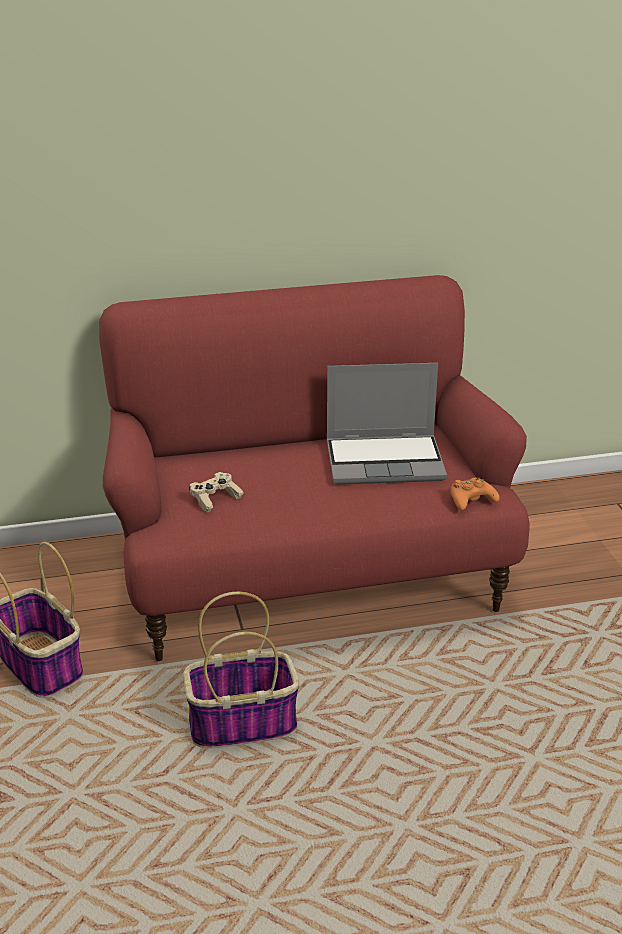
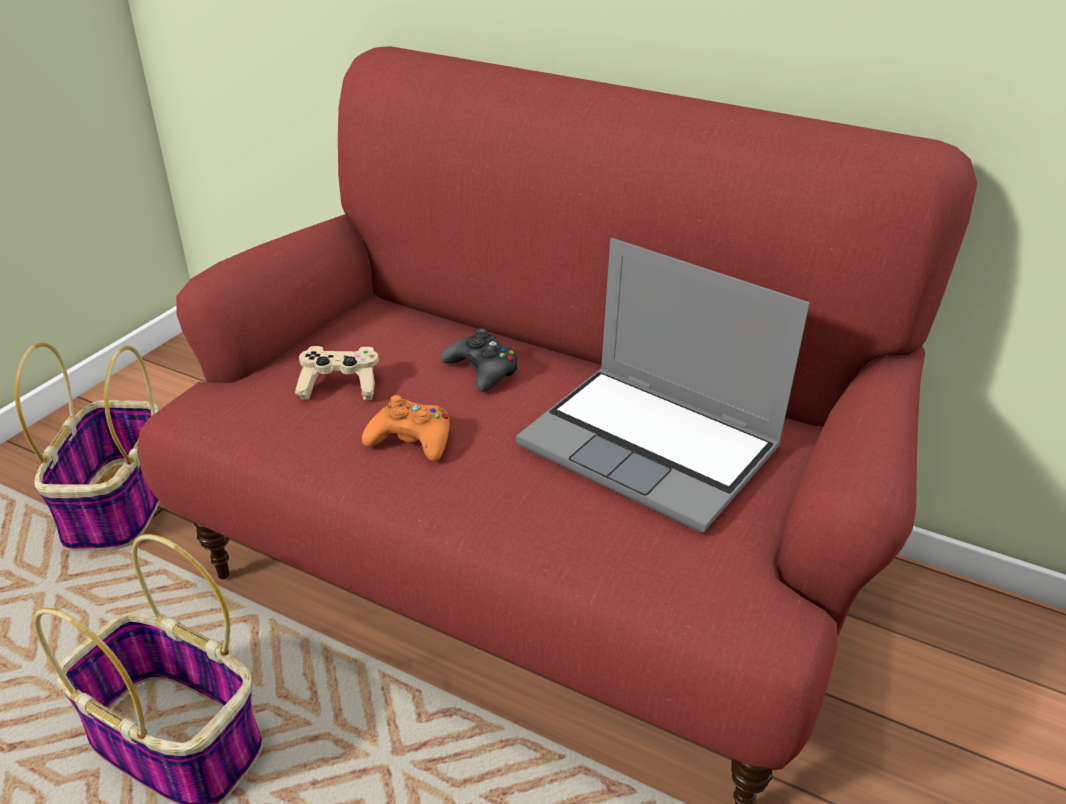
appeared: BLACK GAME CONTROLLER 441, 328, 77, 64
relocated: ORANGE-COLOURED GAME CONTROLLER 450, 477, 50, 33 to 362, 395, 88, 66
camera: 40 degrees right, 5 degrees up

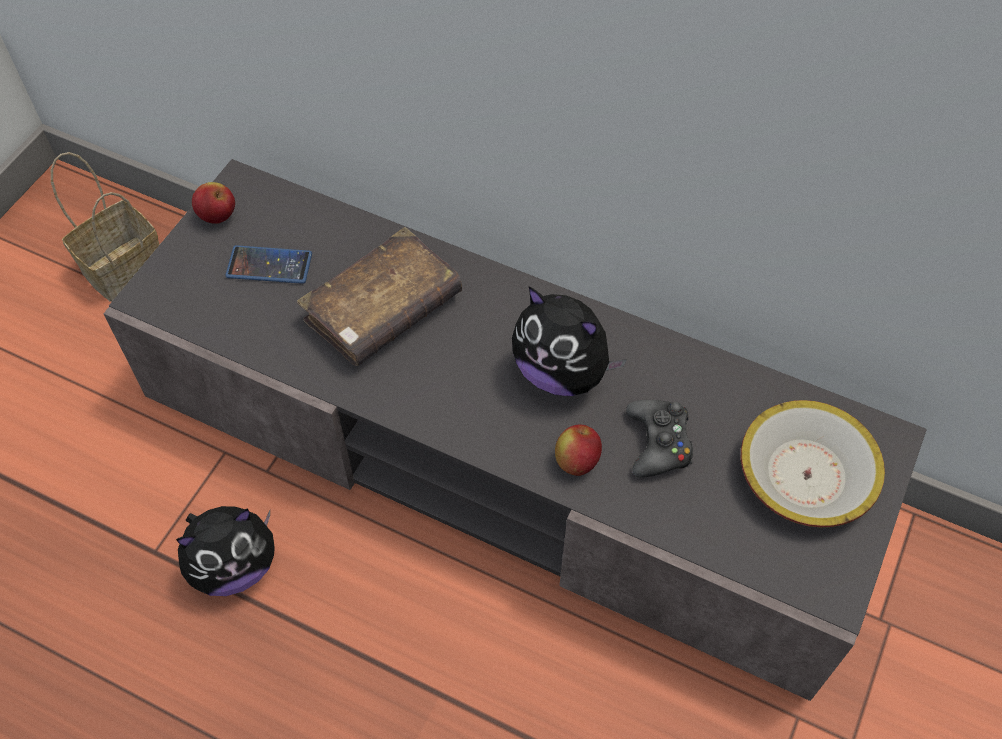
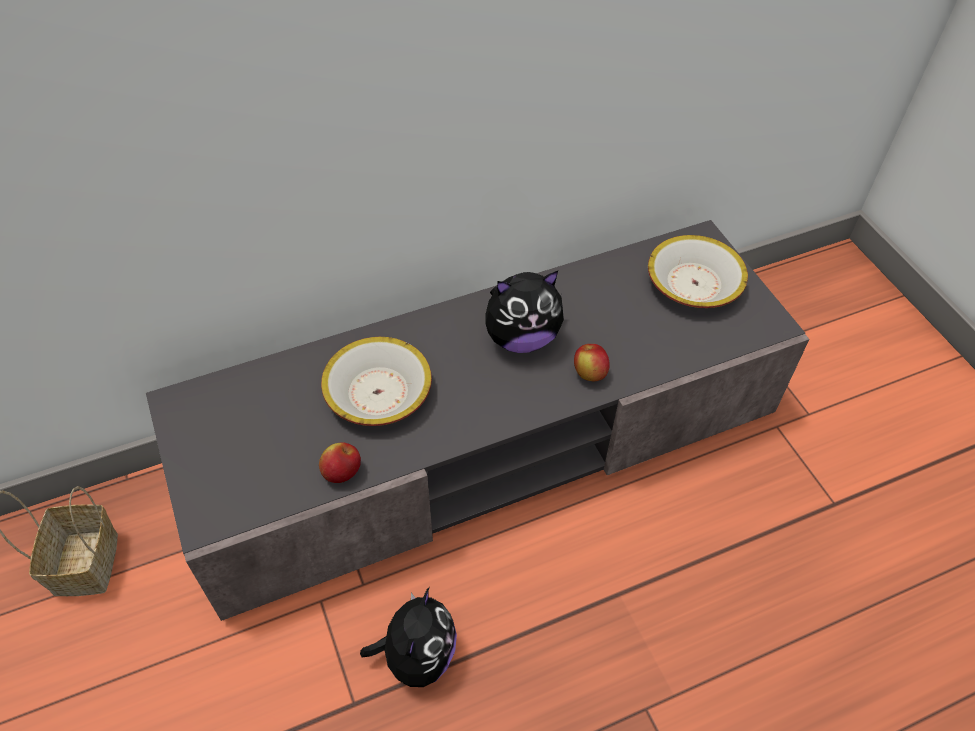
missing: PHONE 225, 245, 87, 39; BLACK GAME CONTROLLER 626, 400, 67, 78
relocated: WHOLE APPLE 192, 182, 43, 42 to 319, 442, 42, 41
exchanged: BROWNISH VOLUME 297, 227, 165, 139 to DEEP DISH 321, 337, 111, 89
camera: 50 degrees left, 5 degrees down

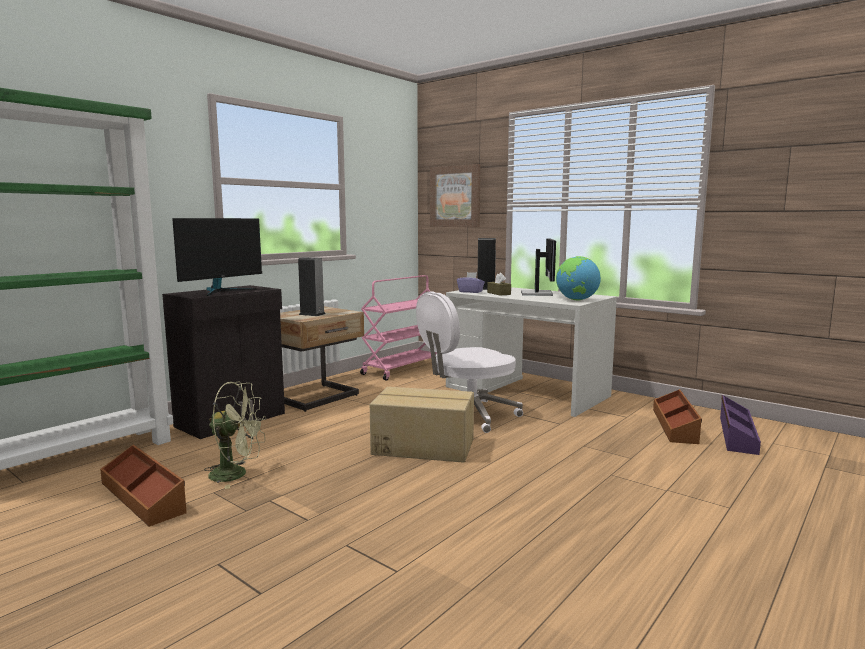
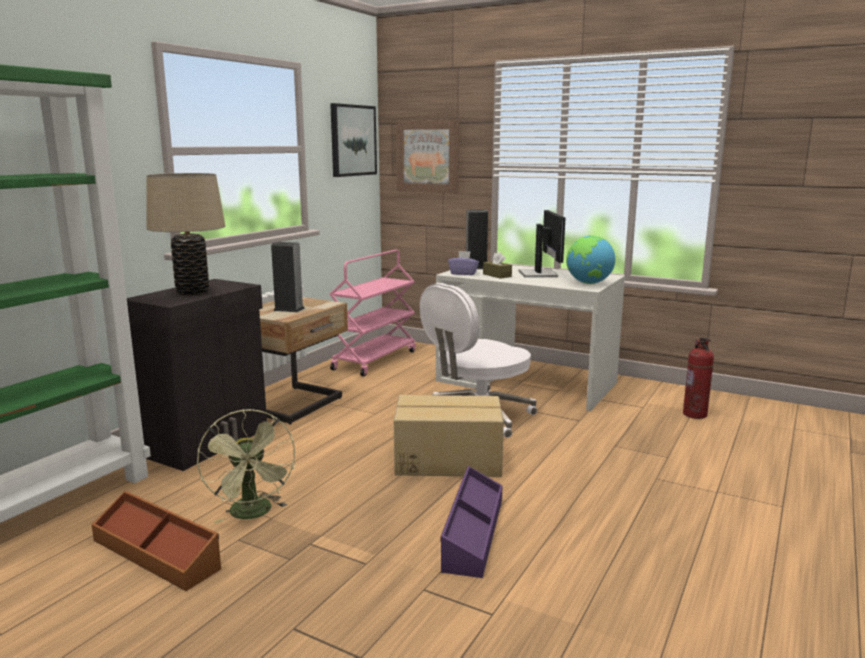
appeared: WALL ART 330, 103, 47, 74
relocated: PURPLE STORAGE CONTAINER 720, 395, 41, 60 to 440, 466, 62, 112
exchanged: COMPUTER SCREEN 172, 218, 90, 78 to SAND-COLOURED TABLE LAMP 146, 173, 79, 122; BROWNISH STORAGE CONTAINER 653, 389, 49, 55 to FIRE EXTINGUISHER 683, 338, 31, 81
spun: GREENISH ELECTRIC FAN 204, 382, 62, 107 = 197, 409, 98, 115 75 degrees clockwise
camera: 10 degrees left, 5 degrees up

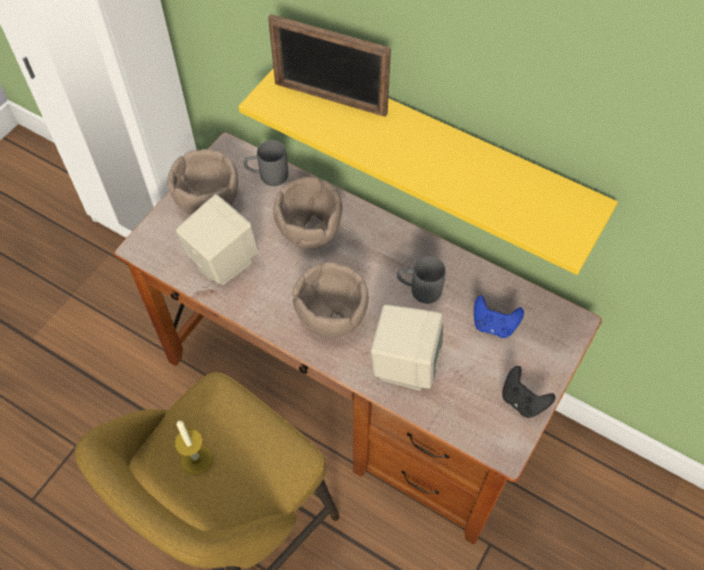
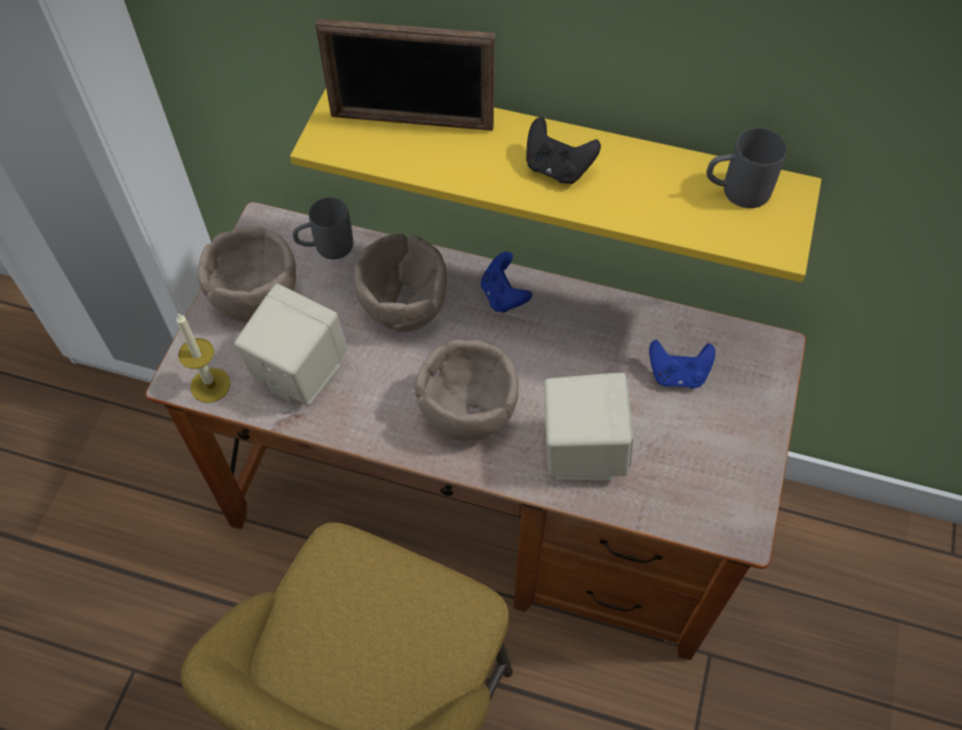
appeared: BLUE-COLOURED GAME CONTROLLER 481, 252, 51, 61
relocated: CANDLE 175, 421, 37, 54 to 176, 313, 55, 90; GRAY TEA MUG 397, 256, 49, 48 to 706, 128, 81, 80; BLACK GAME CONTROLLER 502, 366, 53, 52 to 526, 117, 75, 67
camera: 15 degrees left, 0 degrees up

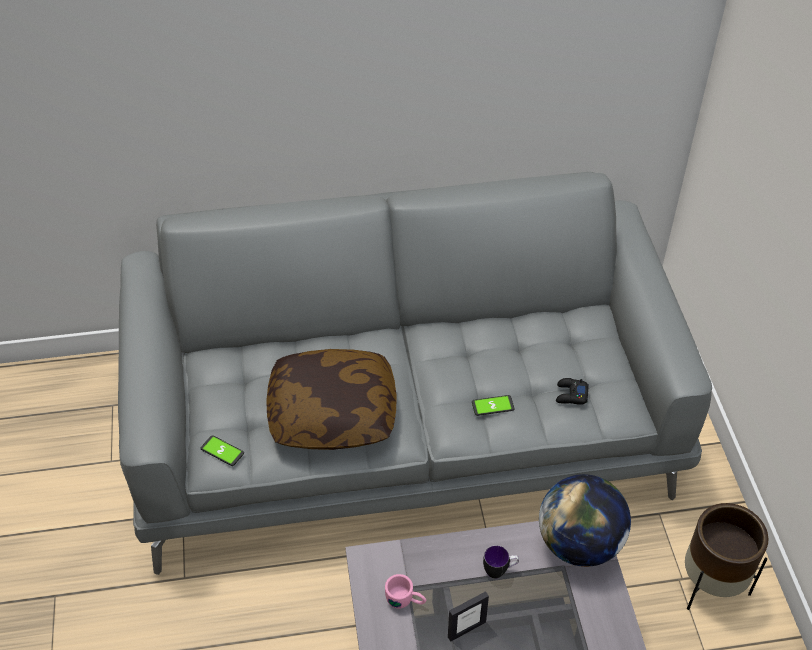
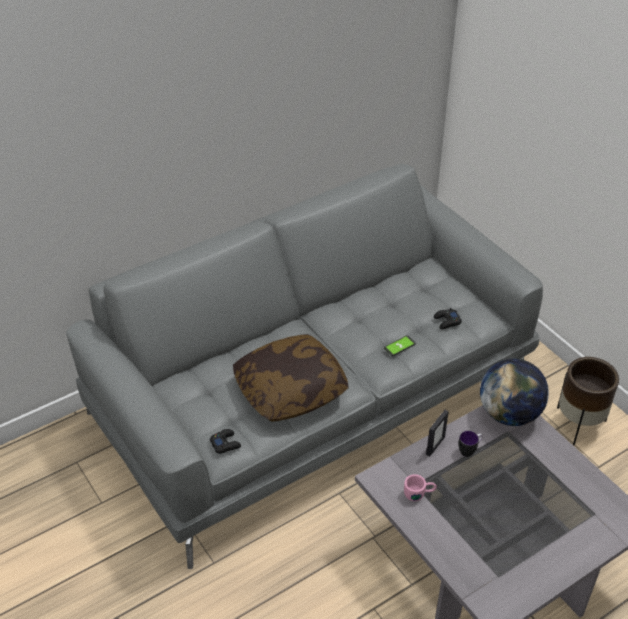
relocated: PICTURE FRAME 448, 591, 41, 51 to 426, 410, 23, 47
exchanged: PHONE 200, 435, 44, 31 to BLACK GAME CONTROLLER 210, 429, 31, 25
camera: 25 degrees left, 5 degrees down

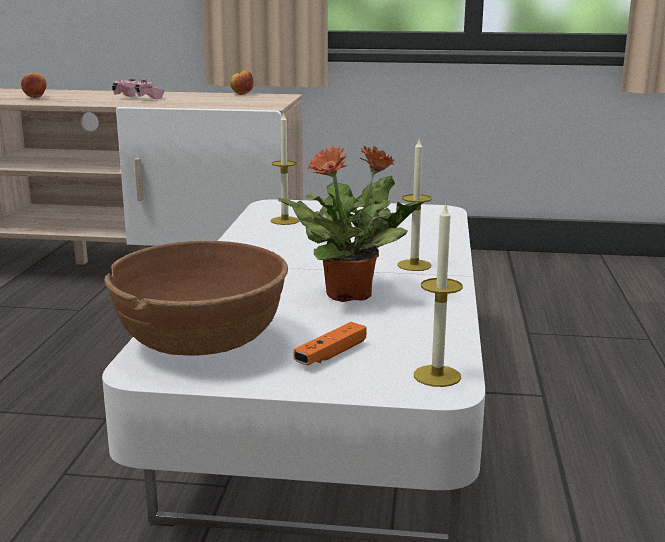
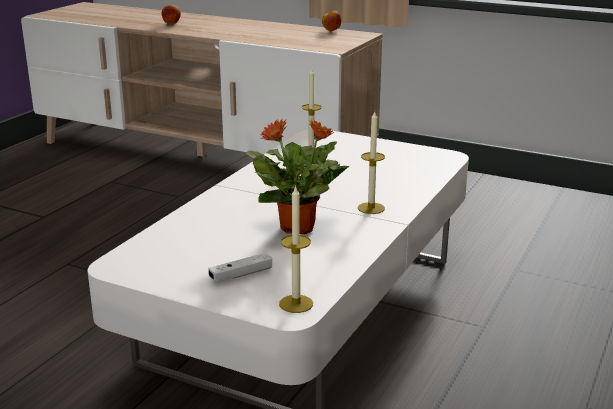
missing: BROWNISH DEEP DISH 104, 241, 184, 115; PINK-COLOURED GAME CONTROLLER 112, 78, 52, 21
colour: ORANGE-COLOURED GAME CONTROLLER 293, 322, 74, 43 to WHITISH GAME CONTROLLER 208, 253, 64, 28
camera: 20 degrees right, 5 degrees up

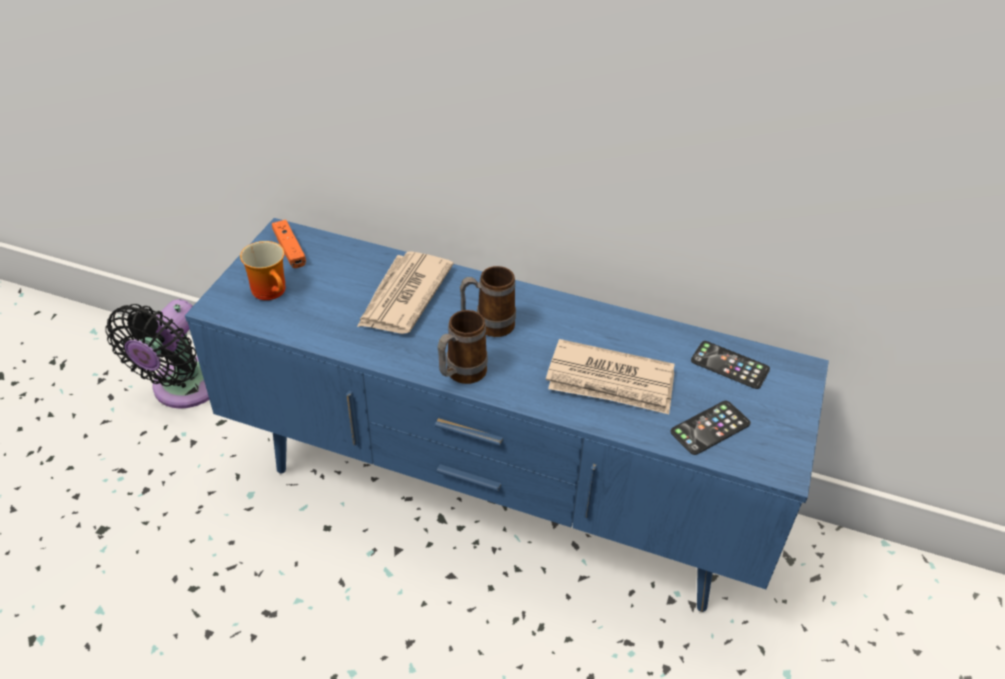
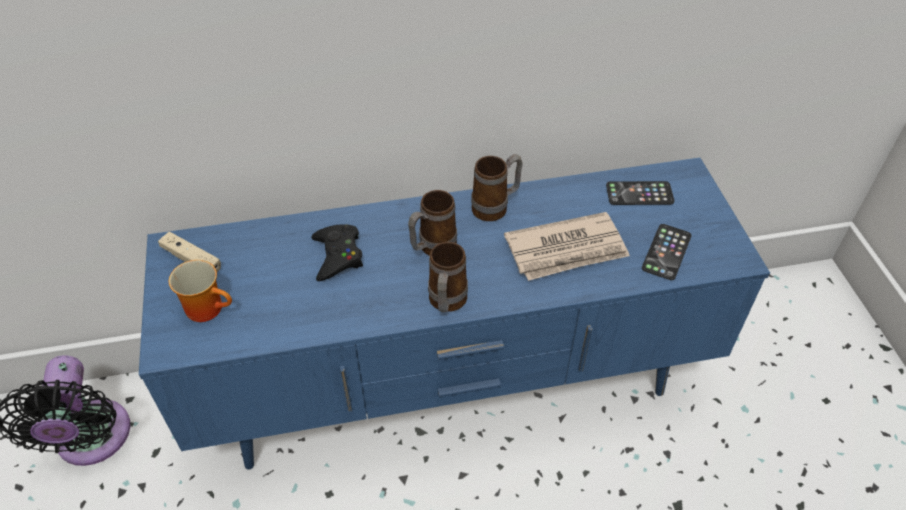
appeared: TEA MUG 471, 154, 52, 67
exchanged: PRINTED PAPER 357, 251, 96, 83 to BLACK GAME CONTROLLER 311, 224, 52, 57
colour: ORANGE-COLOURED GAME CONTROLLER 272, 220, 34, 48 to SAND-COLOURED GAME CONTROLLER 158, 232, 63, 40
camera: 30 degrees left, 5 degrees up

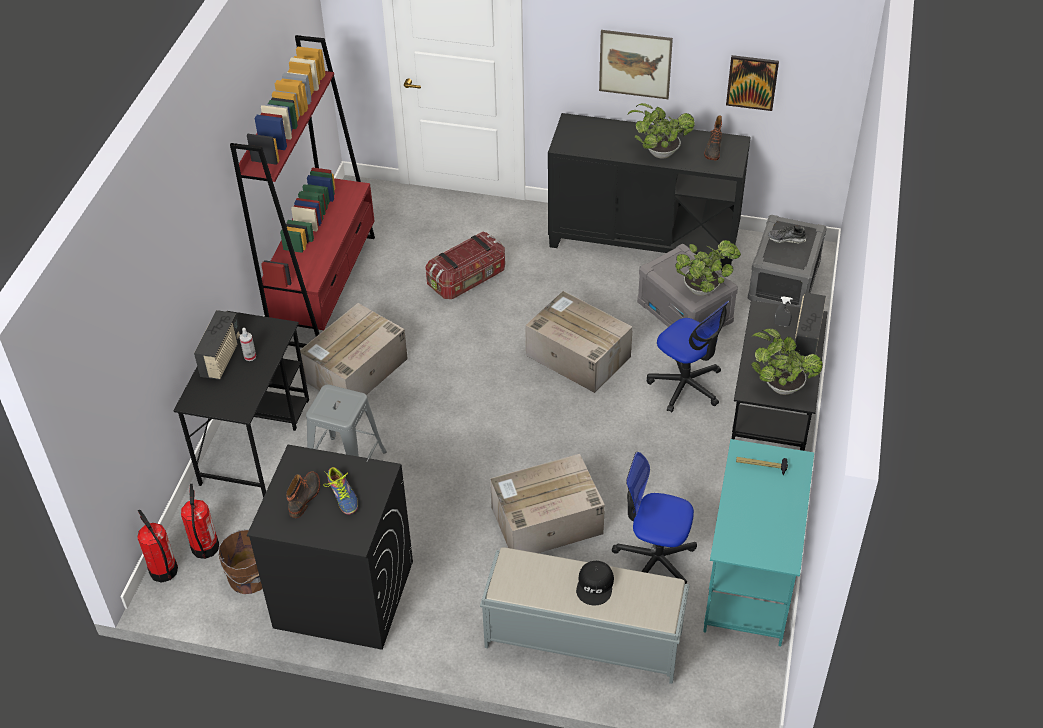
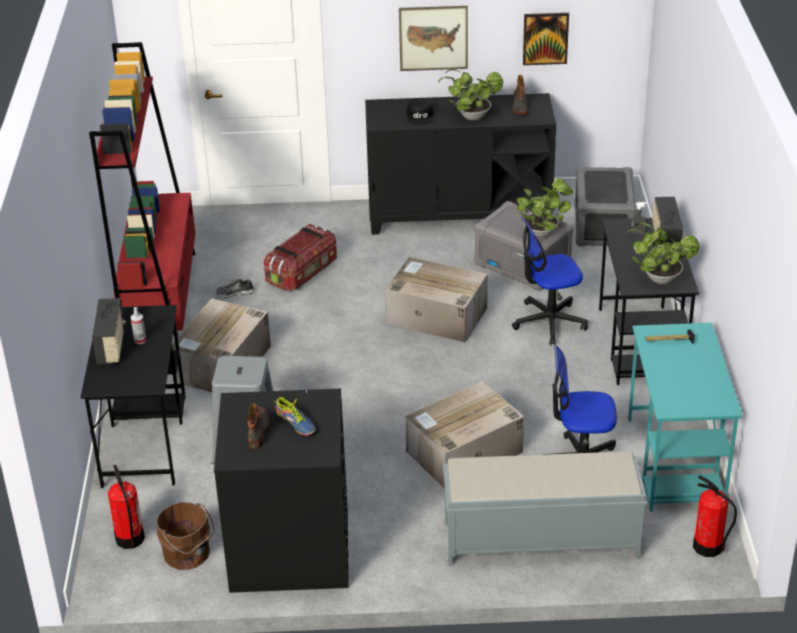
relocated: FIRE EXTINGUISHER 137, 509, 41, 74 to 693, 476, 44, 81; BLACK PEAKED CAP 576, 561, 38, 44 to 407, 98, 27, 27; SHOE 768, 226, 38, 17 to 216, 278, 39, 20
spun: DESK CHAIR 647, 301, 82, 111 = 512, 217, 76, 128 135 degrees clockwise
camera: 15 degrees left, 10 degrees down

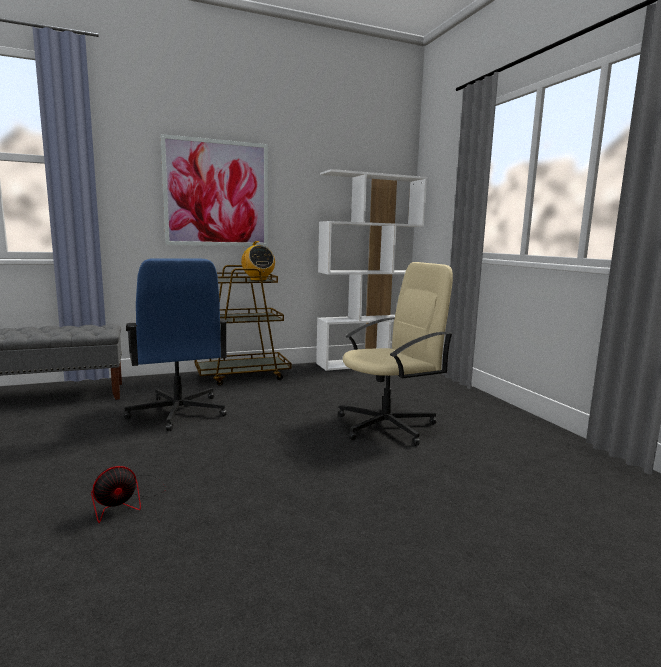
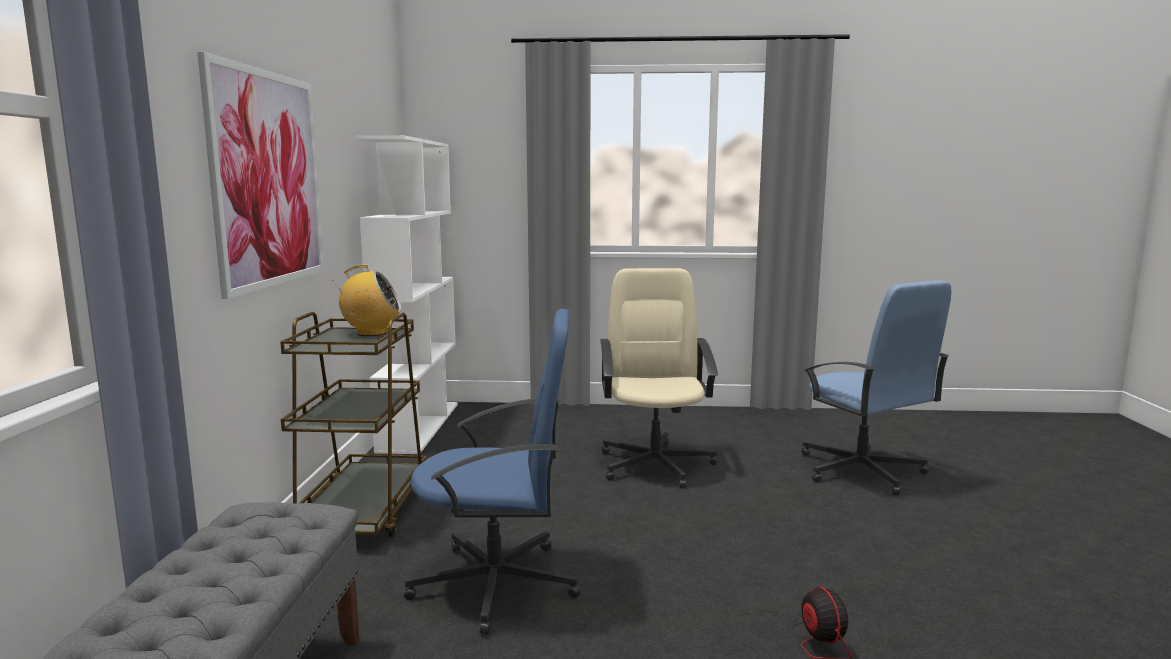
appeared: BLUE-COLOURED DESK CHAIR 801, 280, 150, 216
camera: 65 degrees left, 0 degrees up

